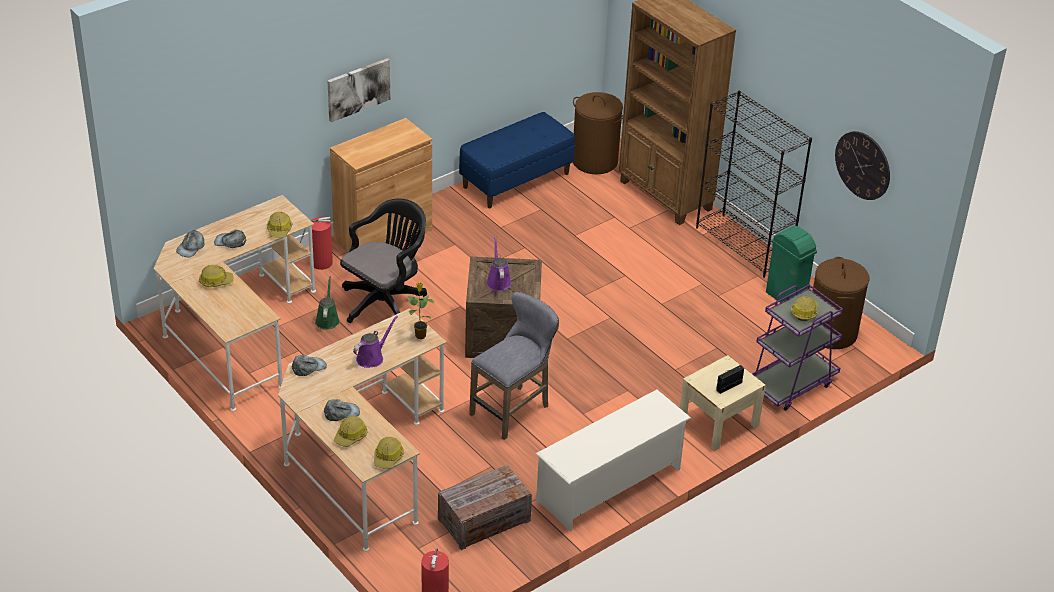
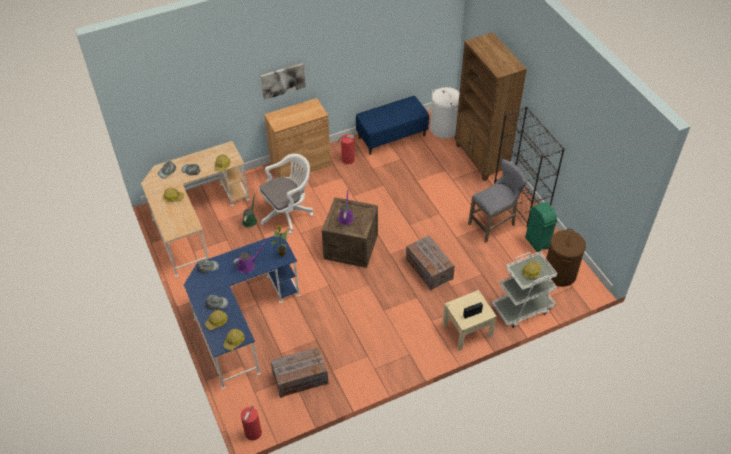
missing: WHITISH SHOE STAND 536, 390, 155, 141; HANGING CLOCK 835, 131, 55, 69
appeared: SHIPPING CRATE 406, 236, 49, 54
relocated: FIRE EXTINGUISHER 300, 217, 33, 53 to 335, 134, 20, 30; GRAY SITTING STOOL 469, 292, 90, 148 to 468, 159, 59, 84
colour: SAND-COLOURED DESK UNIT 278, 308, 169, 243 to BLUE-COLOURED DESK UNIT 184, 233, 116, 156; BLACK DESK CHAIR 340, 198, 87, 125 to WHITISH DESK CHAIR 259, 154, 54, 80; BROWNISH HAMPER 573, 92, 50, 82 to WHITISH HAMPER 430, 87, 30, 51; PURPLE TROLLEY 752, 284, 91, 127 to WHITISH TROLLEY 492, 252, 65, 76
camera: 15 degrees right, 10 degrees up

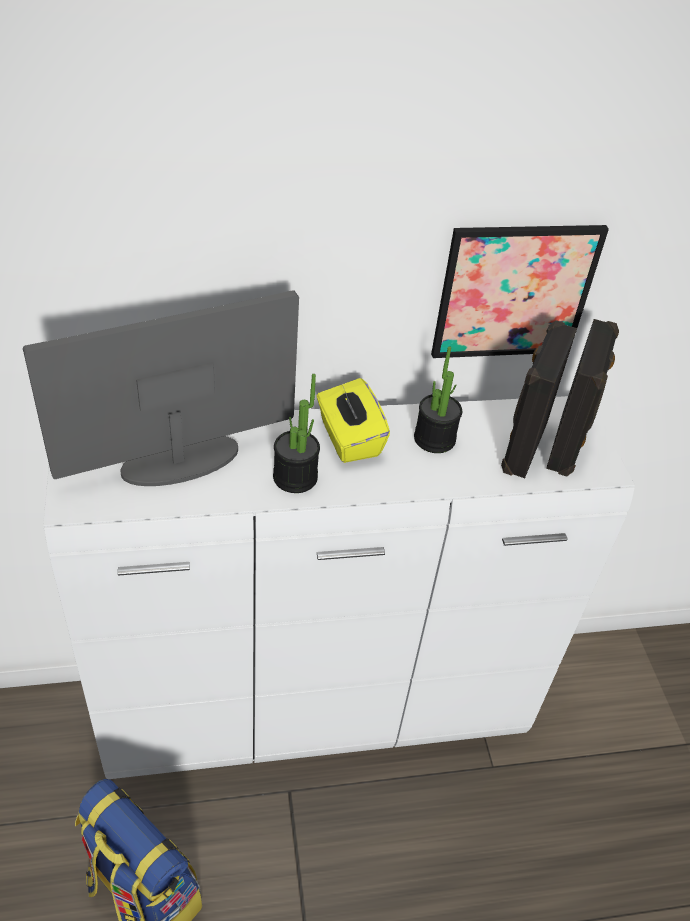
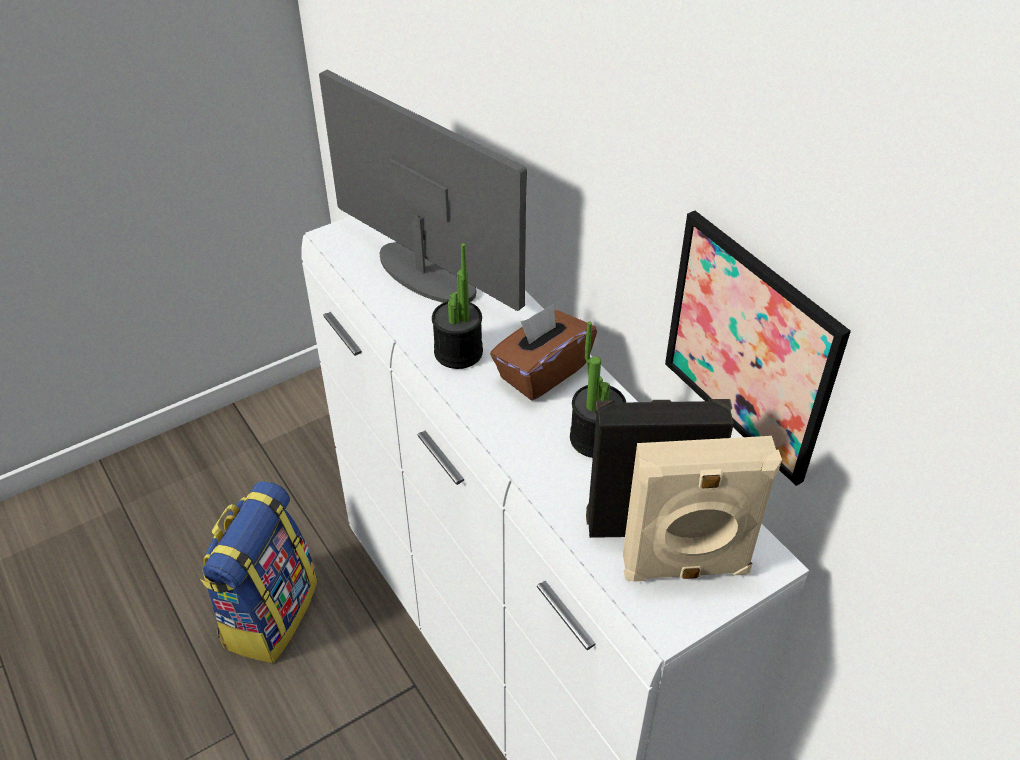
colour: YELLOW-COLOURED TISSUE HOLDER 317, 378, 73, 85 to BROWNISH TISSUE HOLDER 490, 304, 107, 96; BLACK SPEAKER 546, 319, 73, 157 to SAND-COLOURED SPEAKER 623, 436, 159, 146
camera: 70 degrees right, 0 degrees up

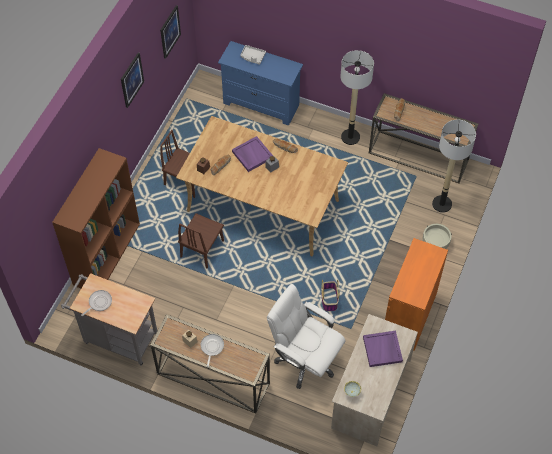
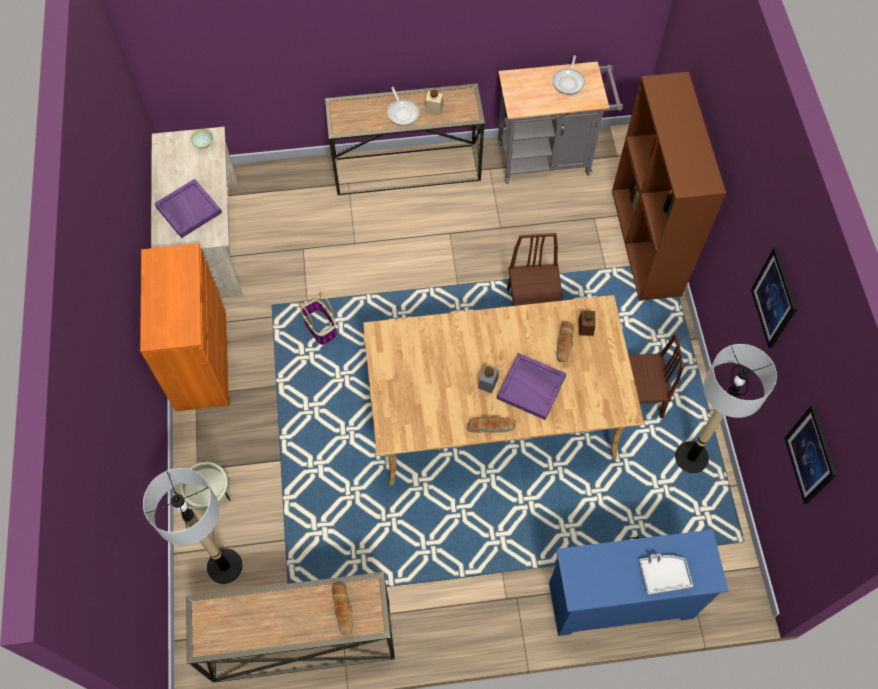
missing: WHITISH DESK CHAIR 267, 284, 78, 105
relocated: STANDING LAMP 340, 50, 34, 95 to 675, 344, 102, 129
camera: 150 degrees right, 5 degrees up

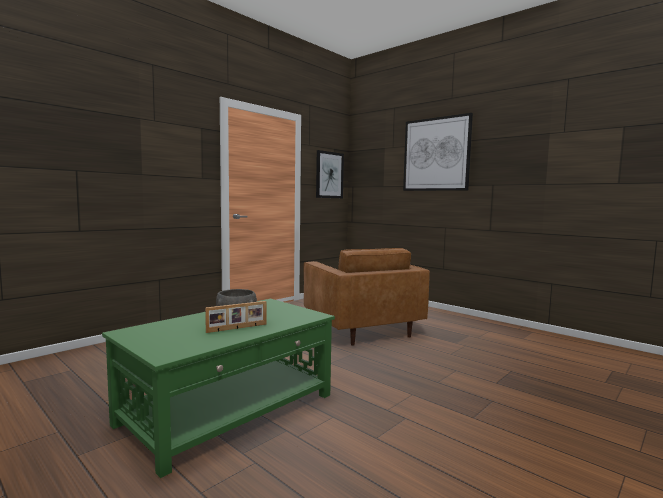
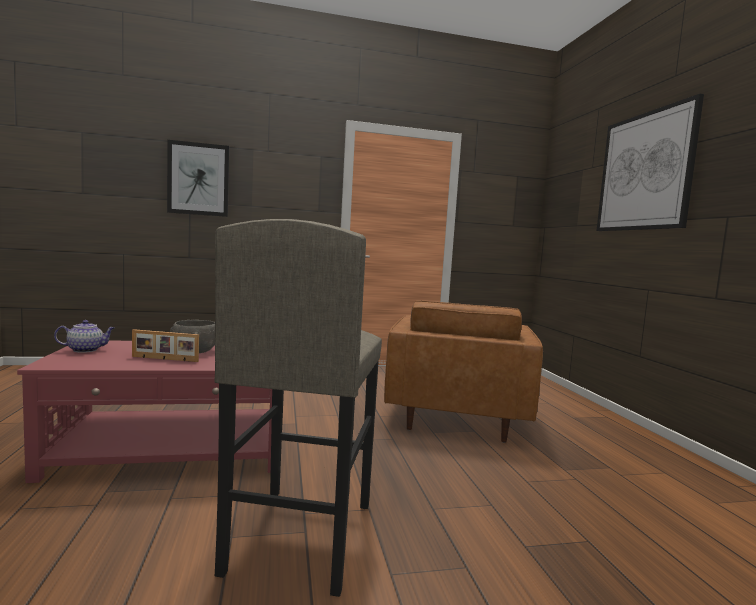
appeared: TEAPOT 54, 320, 61, 33; GRAY SITTING STOOL 215, 219, 167, 378
relocated: WALL ART 316, 150, 28, 48 to 167, 140, 62, 77
colour: GREENISH LOW TABLE 102, 299, 233, 179 to RED-COLOURED LOW TABLE 17, 340, 255, 143
camera: 35 degrees right, 0 degrees up

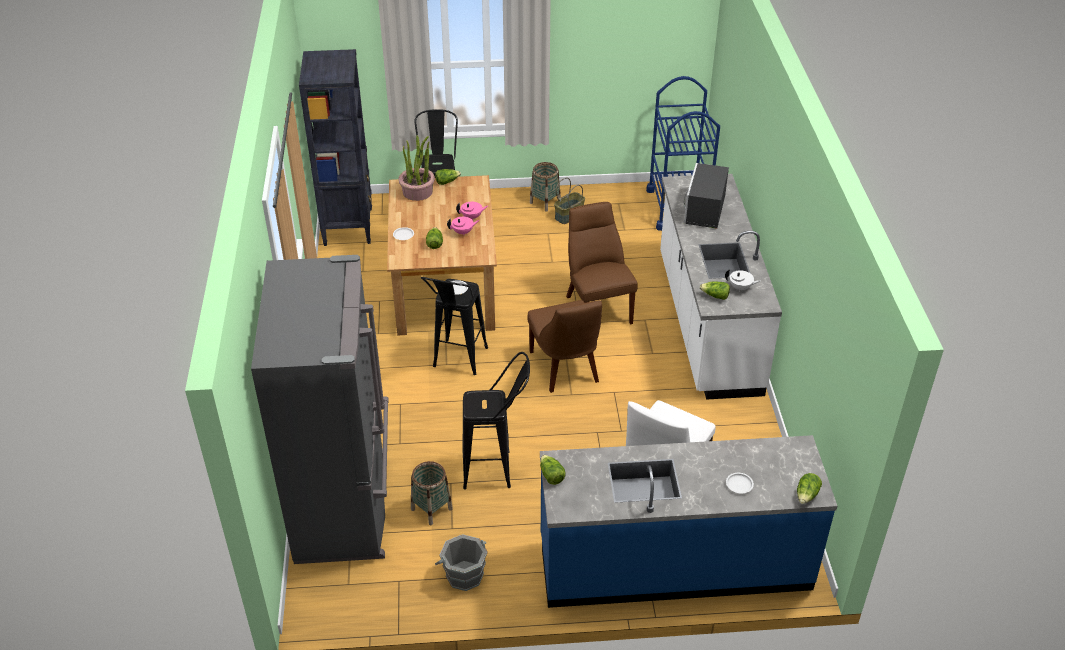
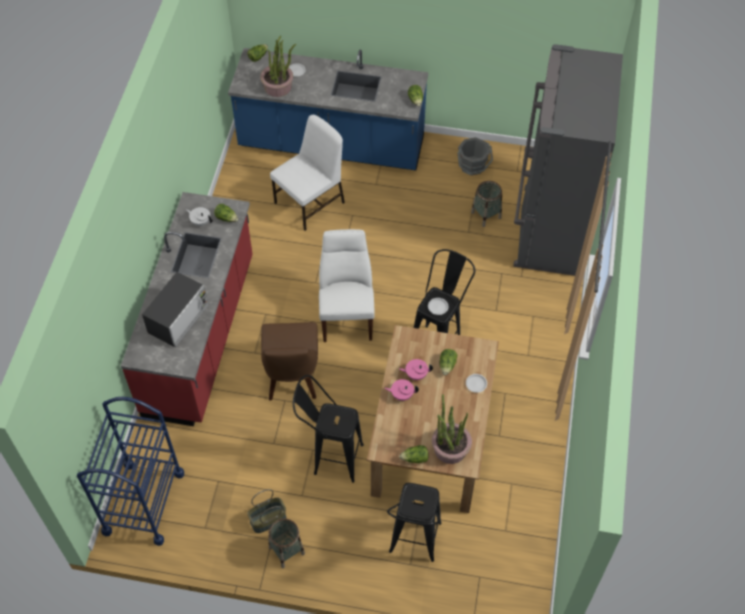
missing: BLACK SHELVING UNIT 299, 49, 73, 197
appeared: HOUSEPLANT 260, 35, 36, 62
relocated: BLACK SITTING STOOL 463, 352, 67, 138 to 293, 375, 71, 108
colour: BROWNISH CHAIR 527, 300, 75, 93 to WHITISH CHAIR 319, 229, 56, 113; WHITISH KITCHEN COUNTER 660, 174, 122, 226 to RED-COLOURED KITCHEN COUNTER 121, 192, 132, 234
camera: 165 degrees left, 15 degrees up

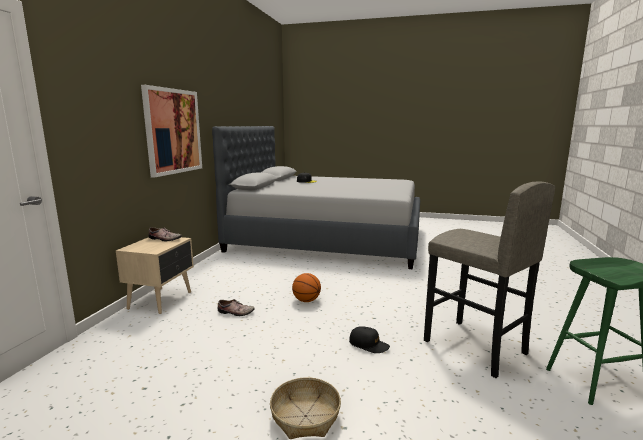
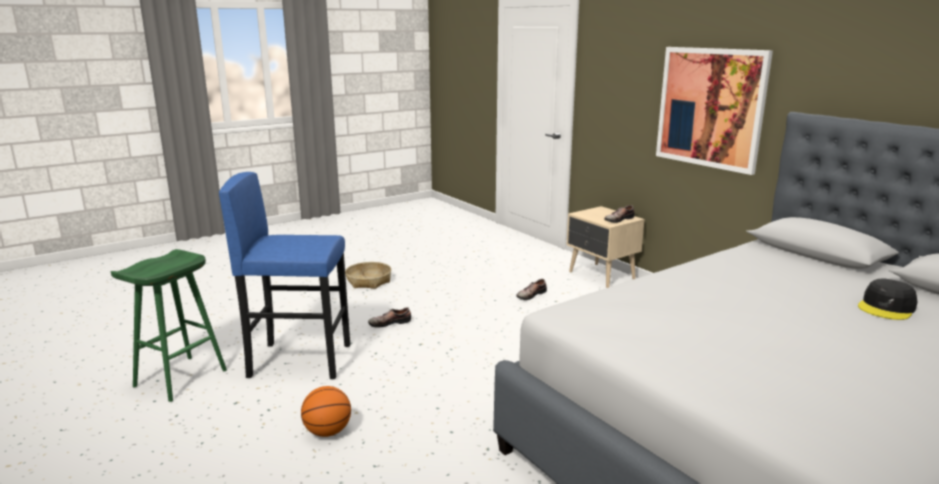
relocated: BASKETBALL 292, 273, 29, 29 to 301, 386, 50, 51
exchanged: BLACK PEAKED CAP 349, 326, 41, 27 to SHOE 368, 307, 43, 20
colour: GRAY SITTING STOOL 424, 181, 131, 197 to BLUE-COLOURED SITTING STOOL 219, 172, 131, 207
camera: 130 degrees right, 5 degrees up

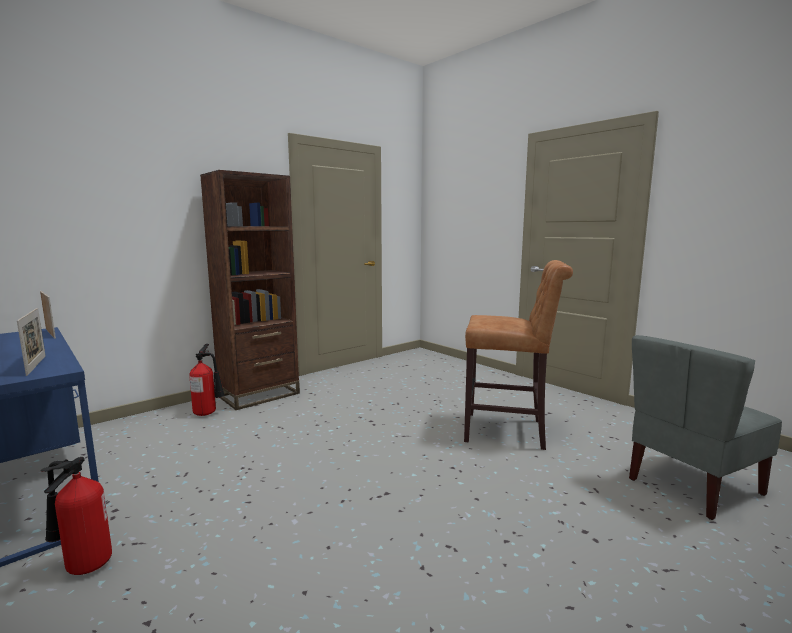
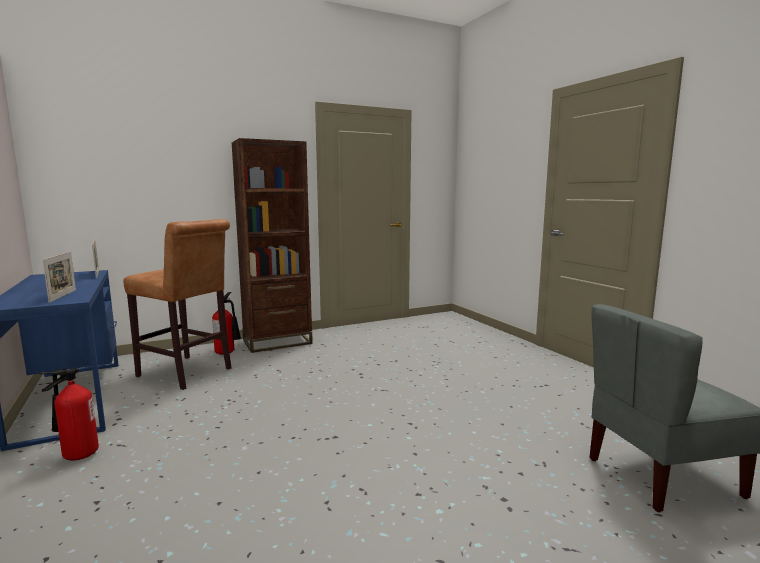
relocated: BROWNISH SITTING STOOL 464, 260, 109, 190 to 123, 219, 109, 171
camera: 15 degrees right, 0 degrees up

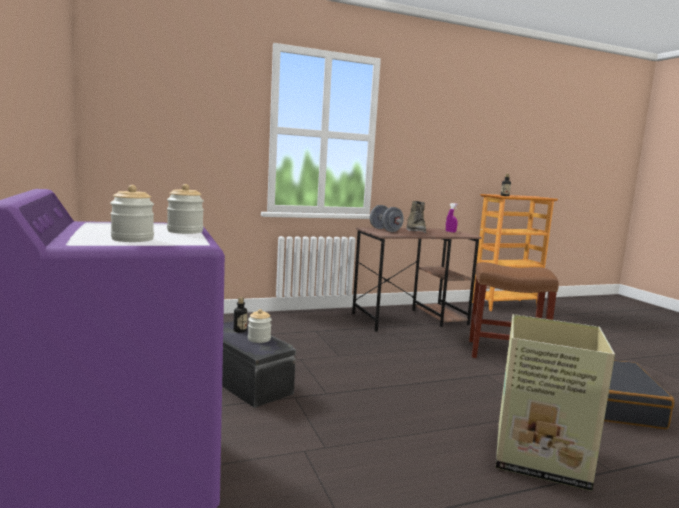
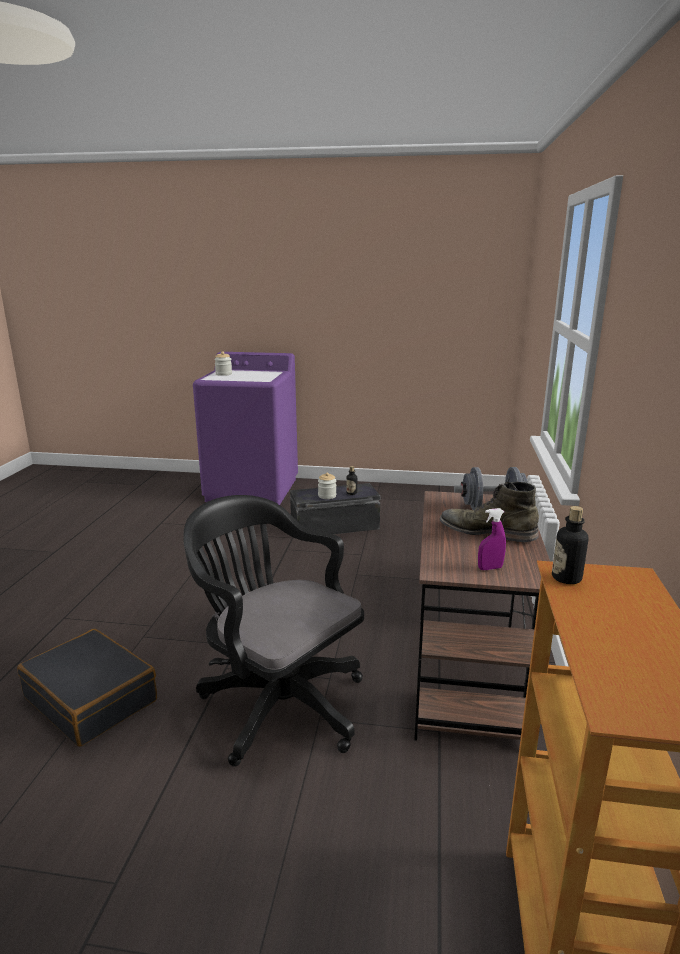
missing: PRESERVE JAR 167, 184, 37, 50; PACKING BOX 496, 314, 119, 177
exchanged: BROWNISH SITTING STOOL 469, 262, 90, 96 to BLACK DESK CHAIR 183, 495, 181, 272
camera: 120 degrees right, 10 degrees up

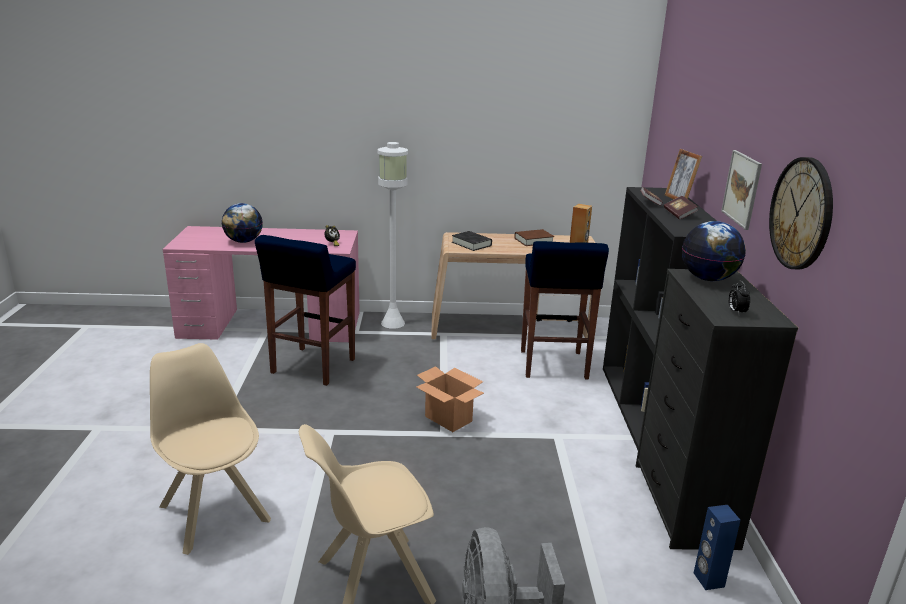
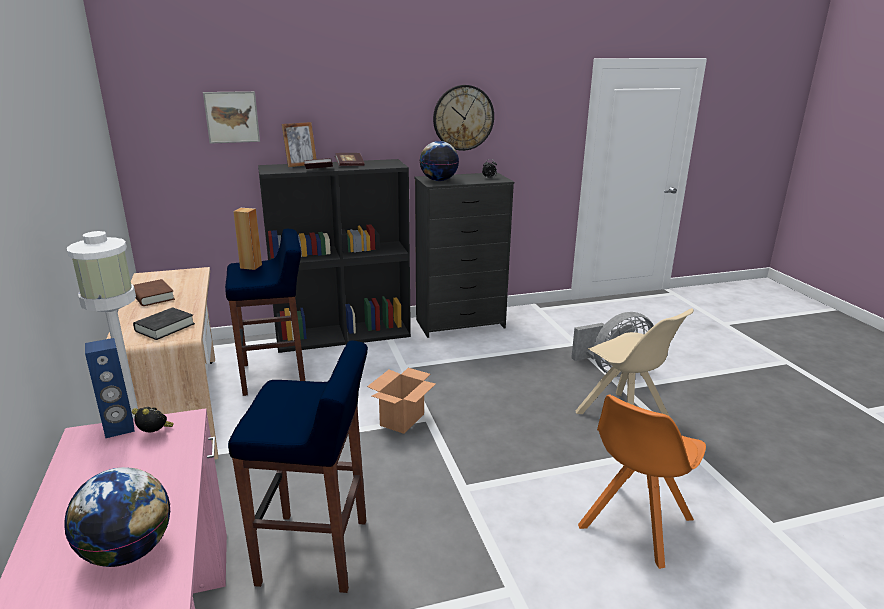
relocated: BLUE-COLOURED SPEAKER 694, 505, 46, 85 to 85, 338, 50, 100; WALL ART 721, 150, 41, 80 to 203, 91, 57, 53
colour: SAND-COLOURED CHAIR 150, 343, 121, 212 to ORANGE-COLOURED CHAIR 578, 394, 128, 175
camera: 105 degrees left, 0 degrees up

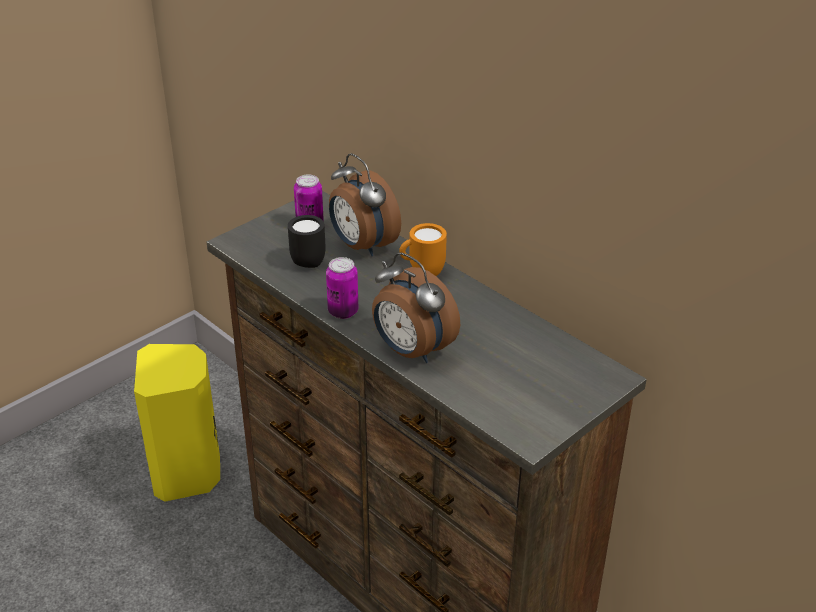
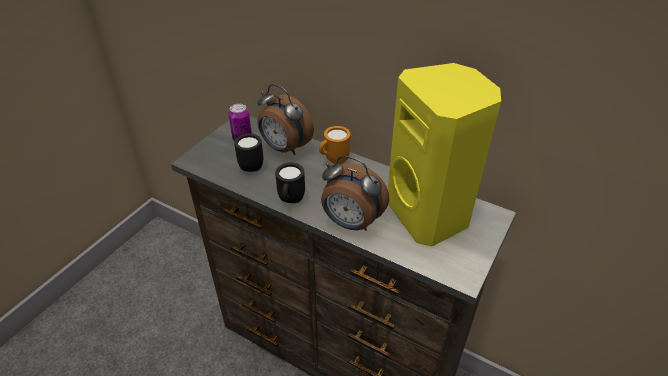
relocated: YELLOW-COLOURED SPEAKER 134, 344, 86, 158 to 388, 63, 113, 183
exchanged: CAN 326, 257, 32, 62 to BLACK TEA MUG 275, 163, 30, 40
camera: 15 degrees left, 5 degrees up

